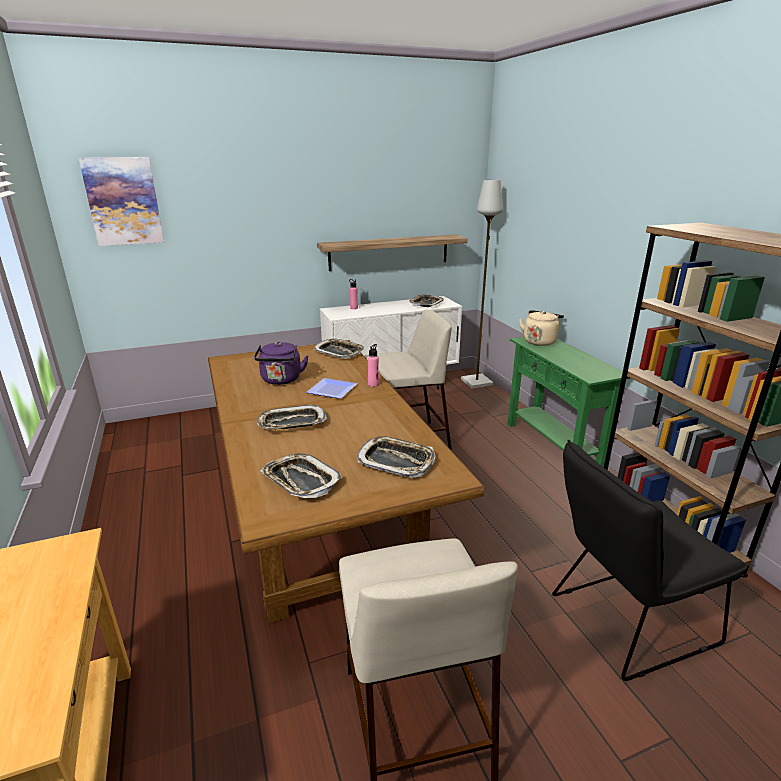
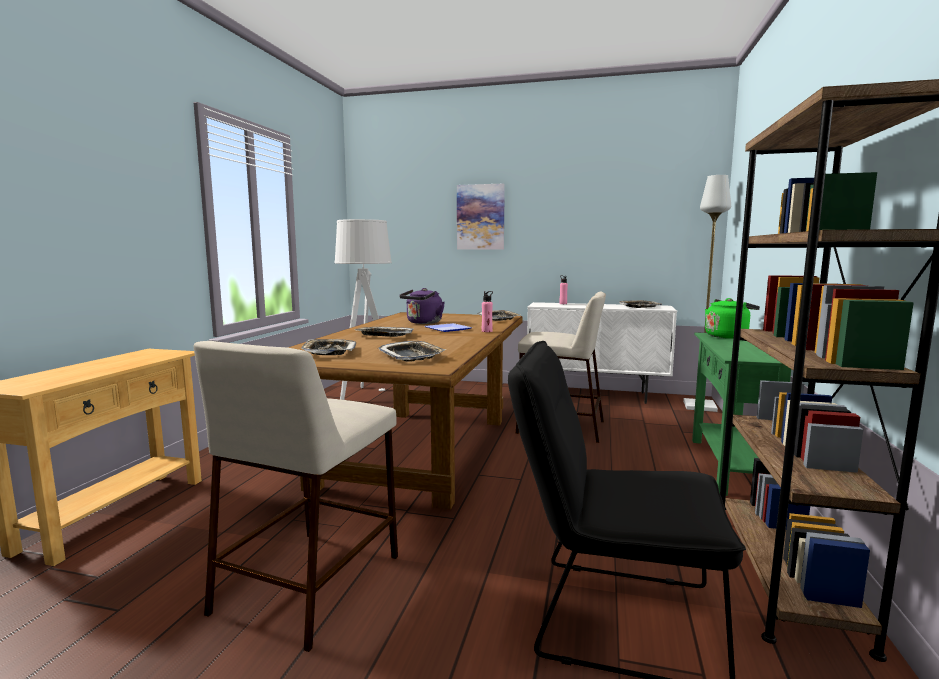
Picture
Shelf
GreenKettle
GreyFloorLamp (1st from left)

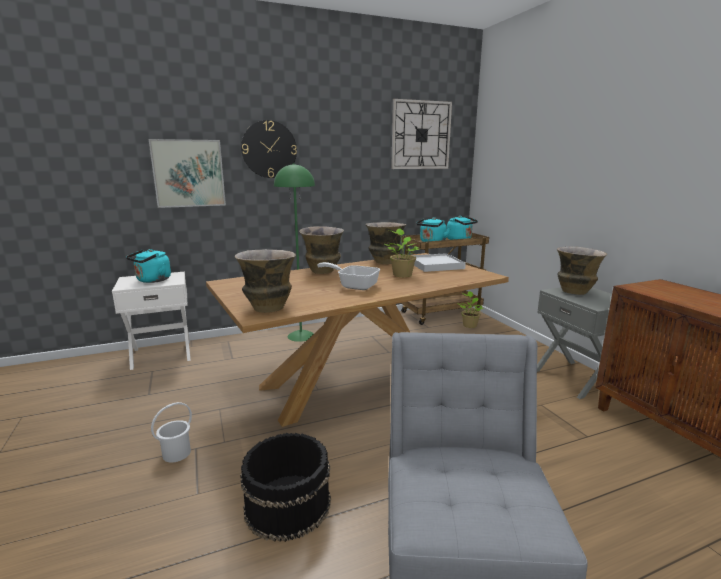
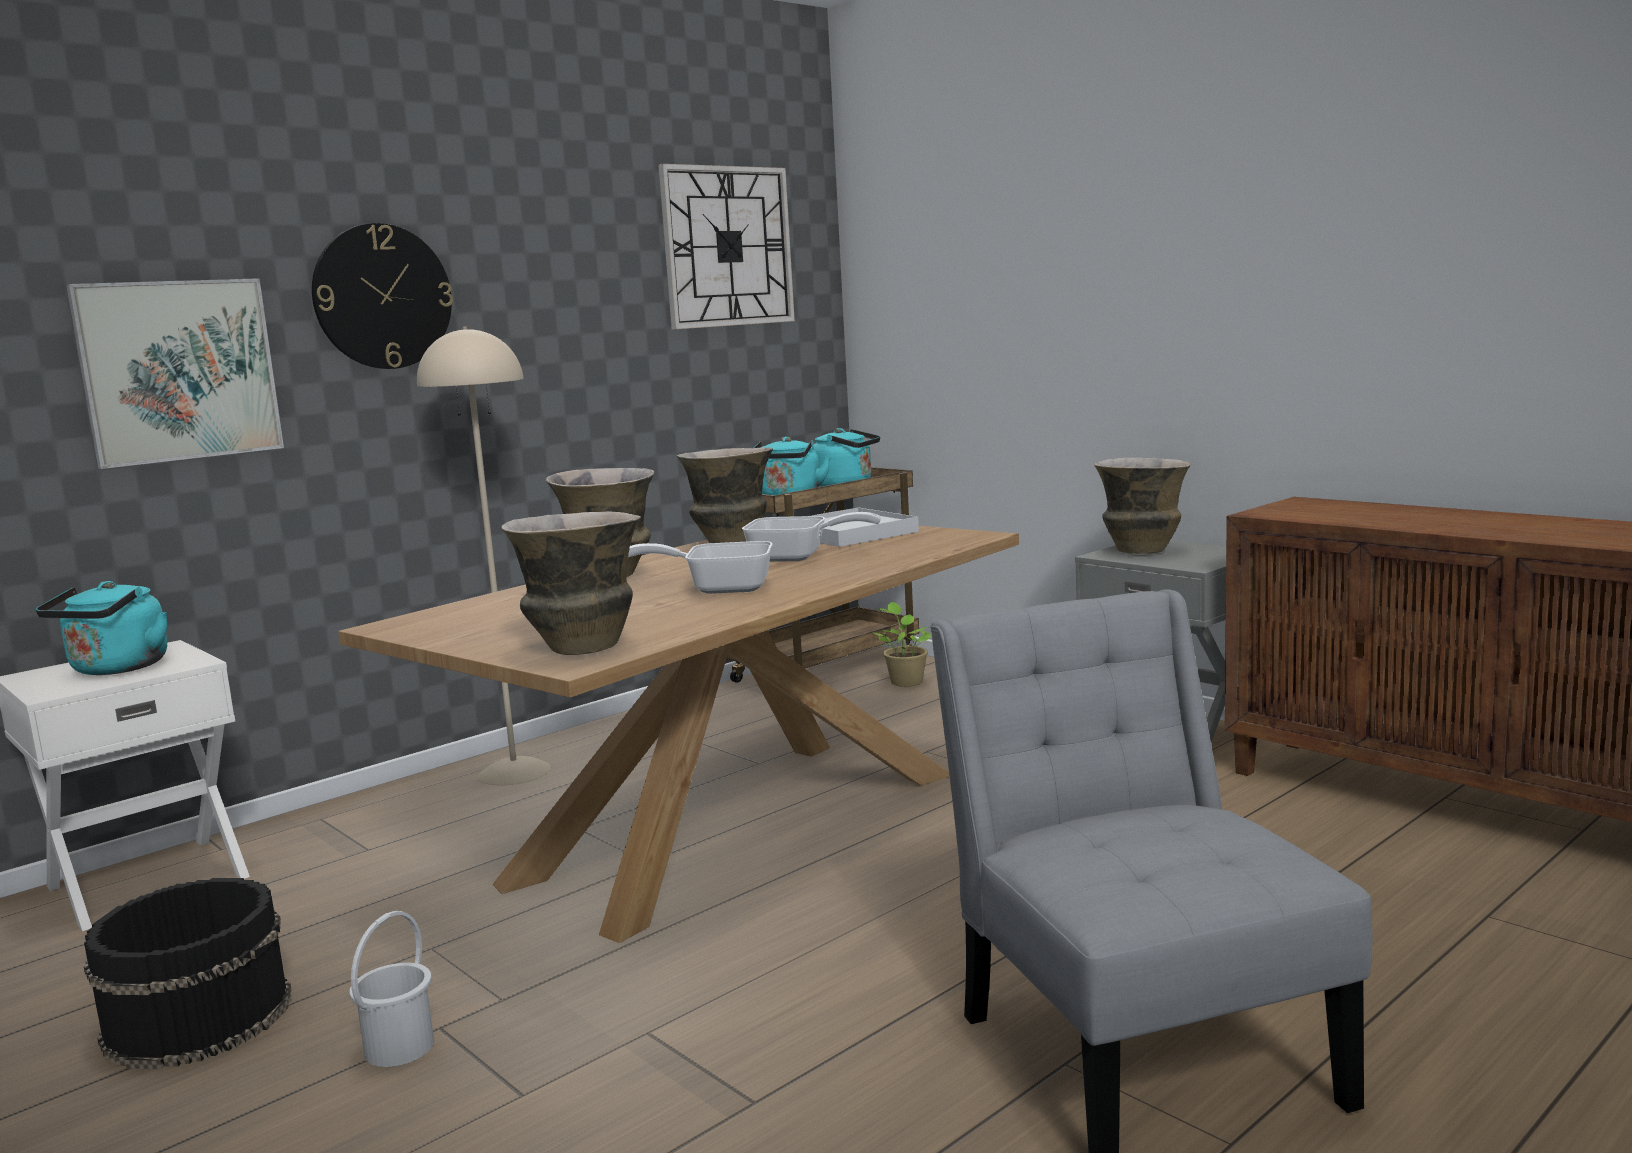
BeigeFloorLamp
FryingPan (2nd from left)
BlackBucket

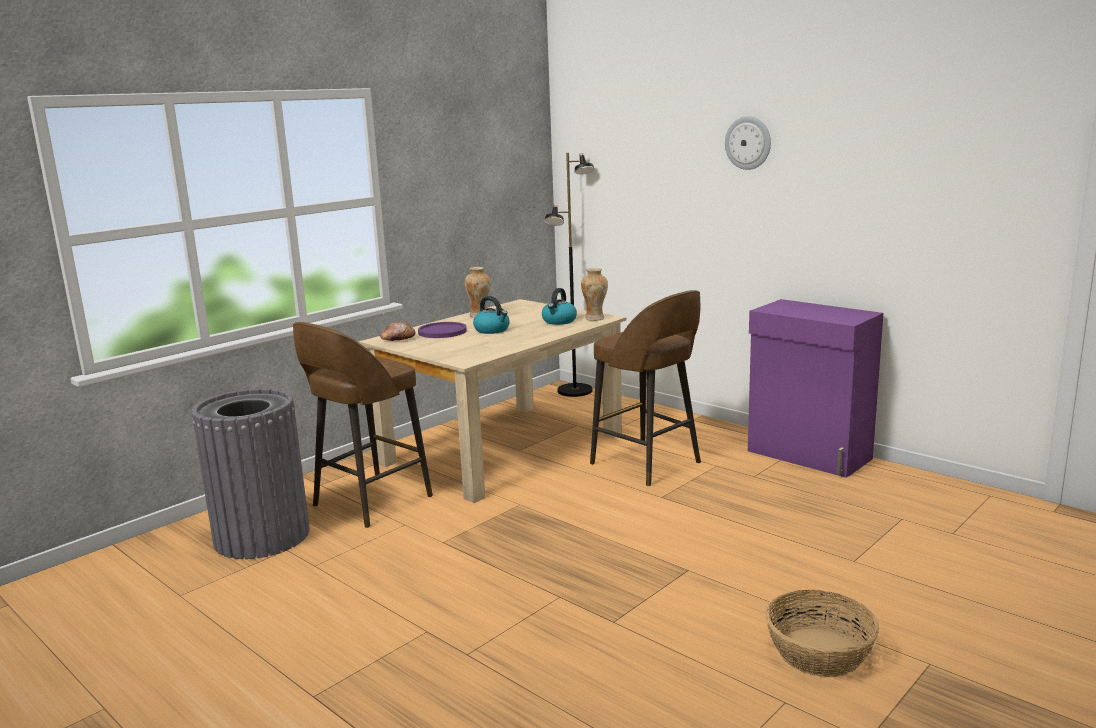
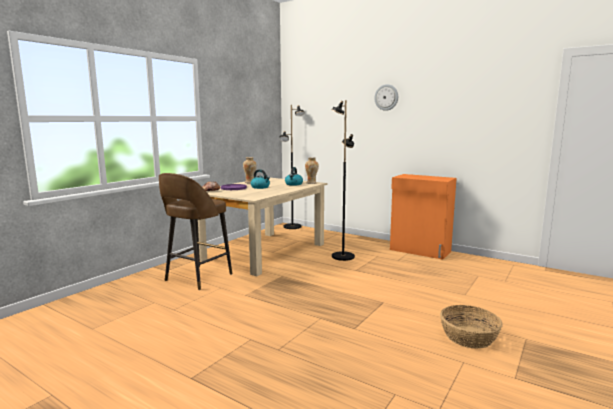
BlackFloorLamp (2nd from left)
OrangeCabinet
GreyTrashCan

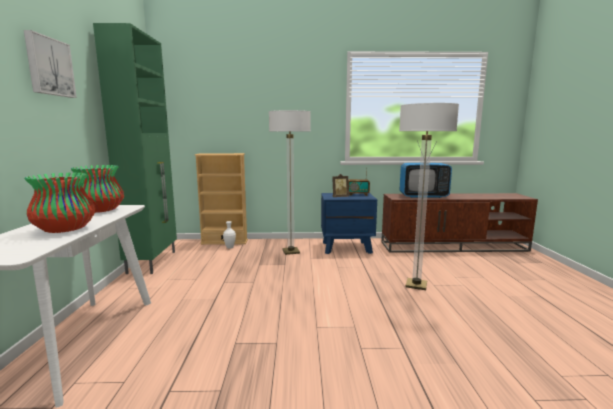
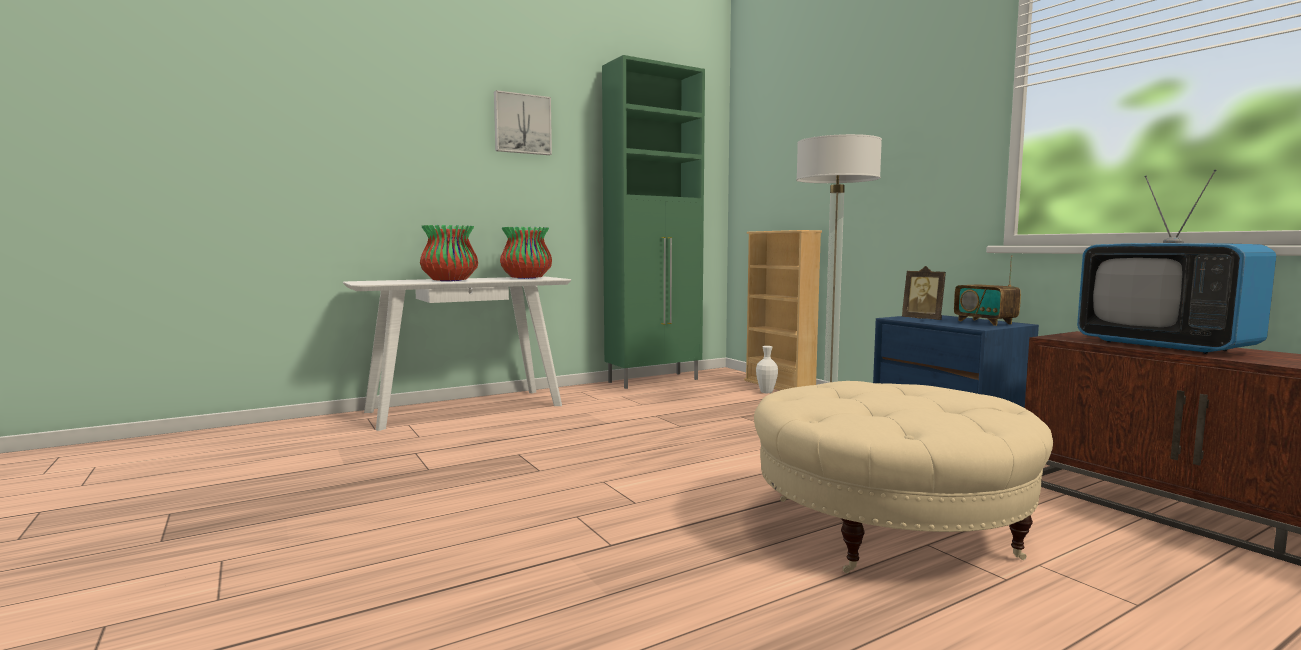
BeigeOttoman

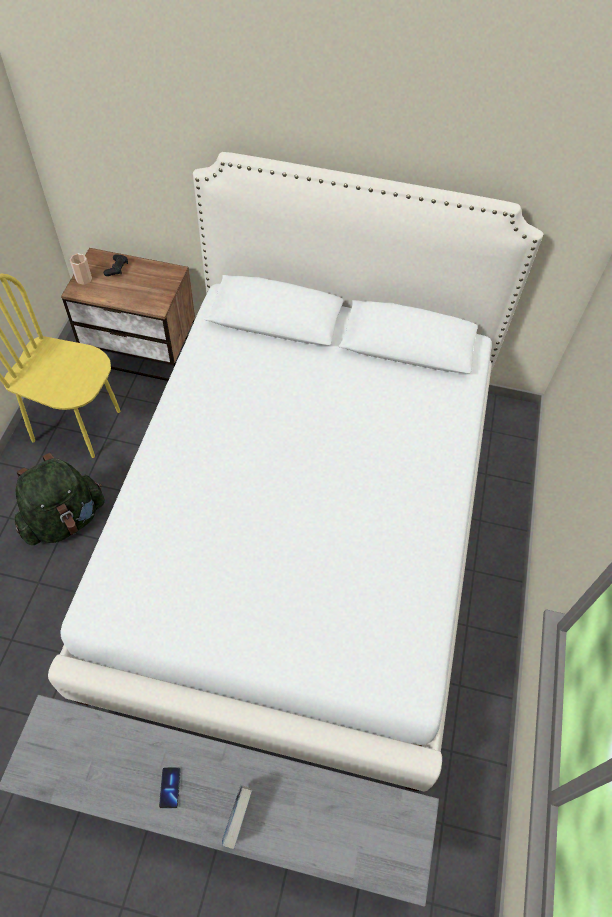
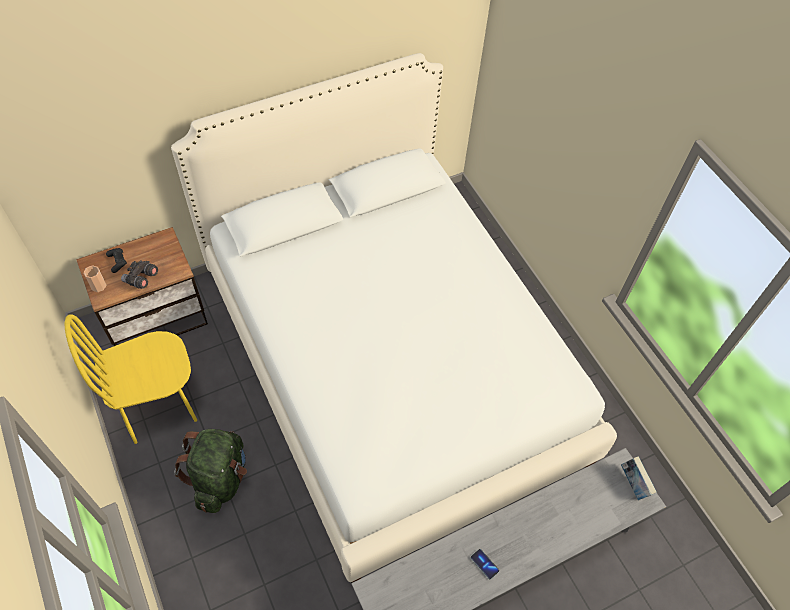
Book
GreyBinoculars

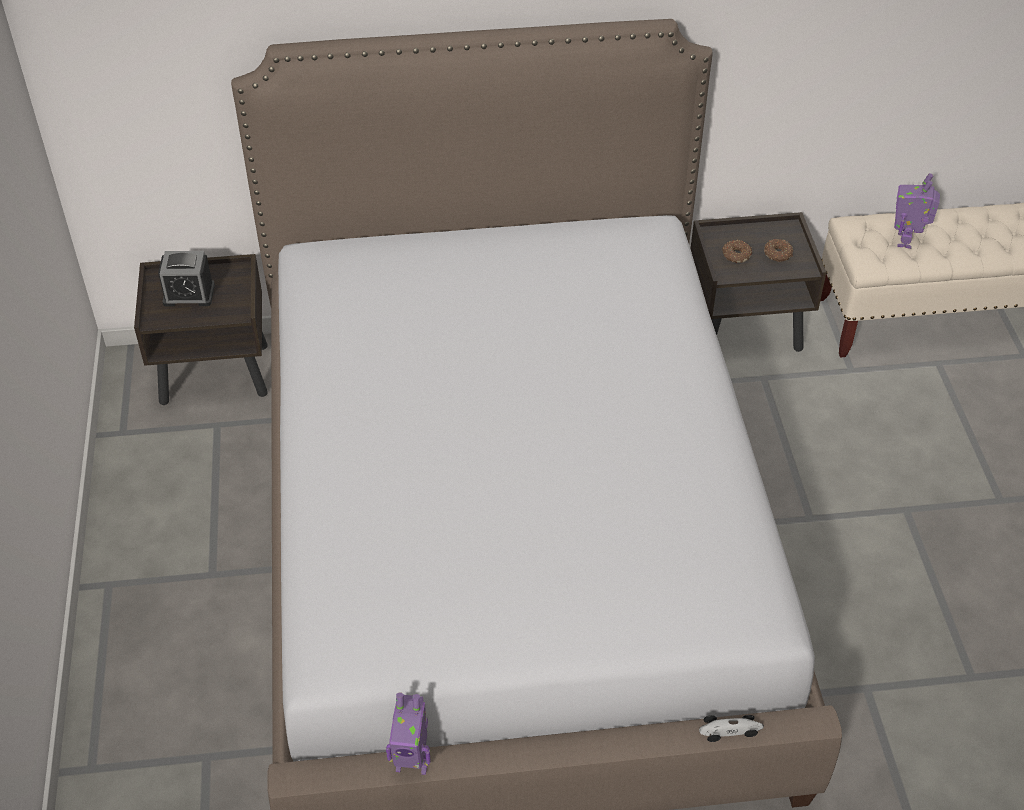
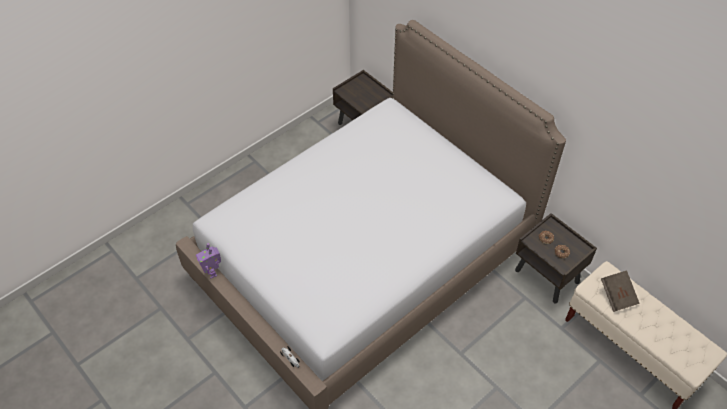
BrownBook
AlarmClock

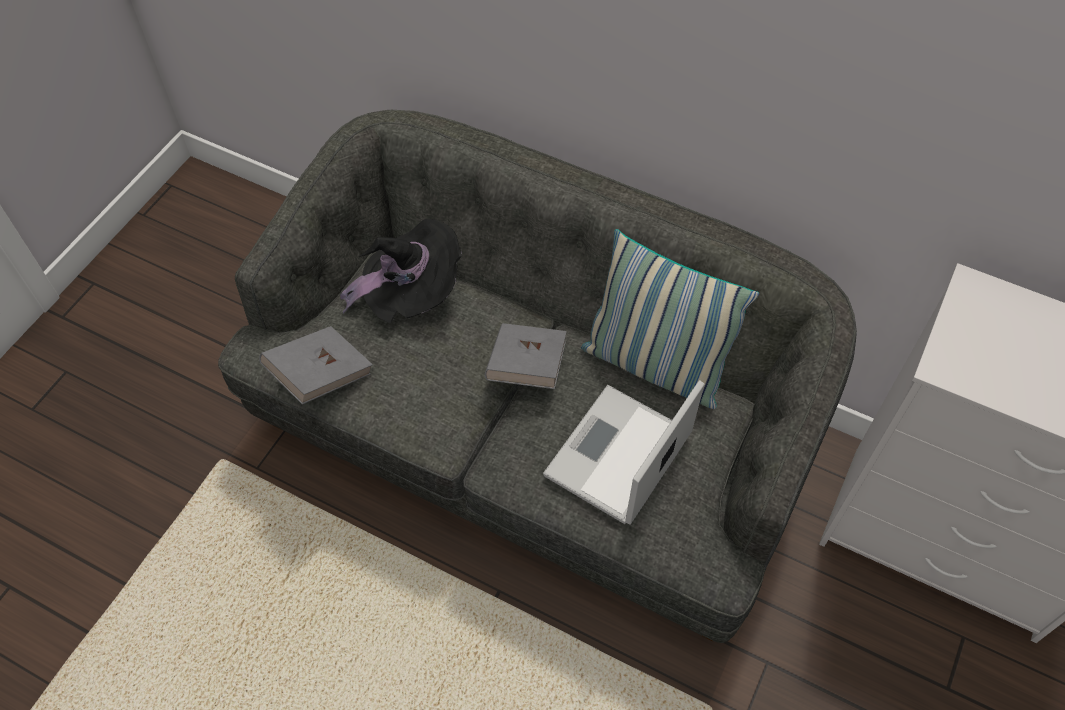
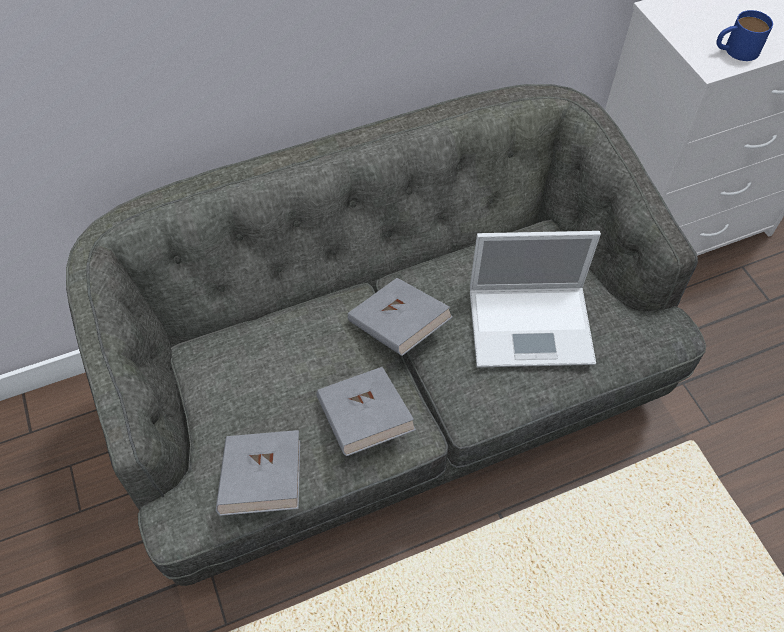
BlackHat
Pillow
Laptop
BlueMug
GreyBook (2nd from left)

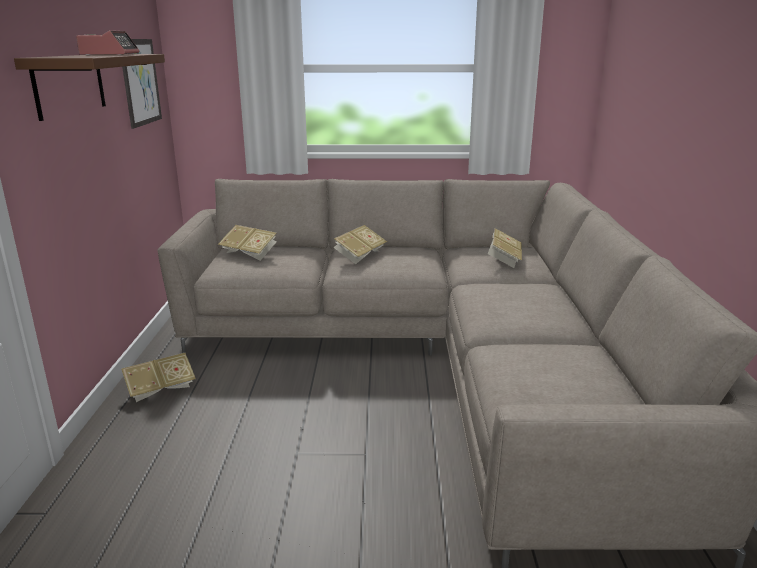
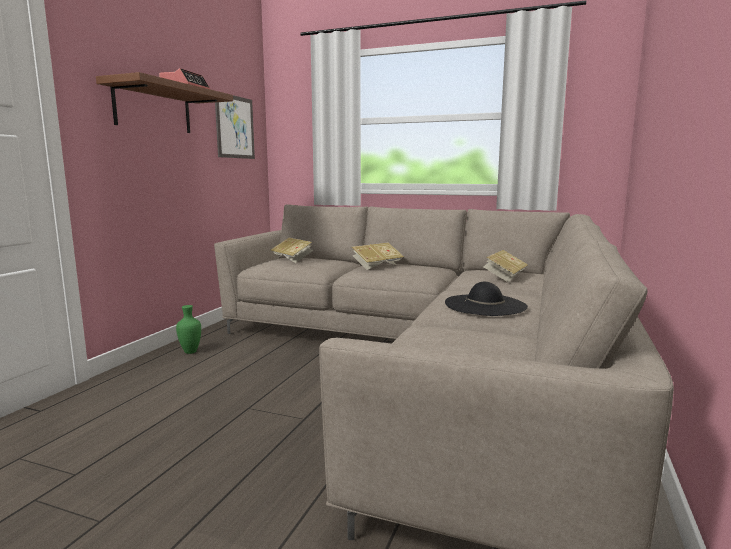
GreenVase
BlackHat

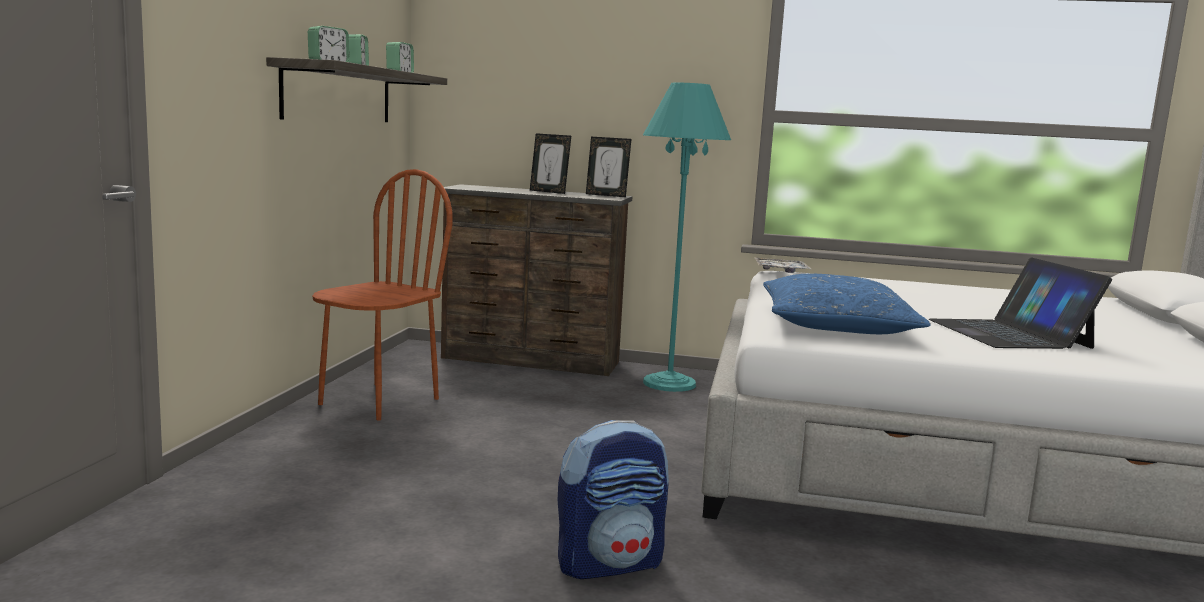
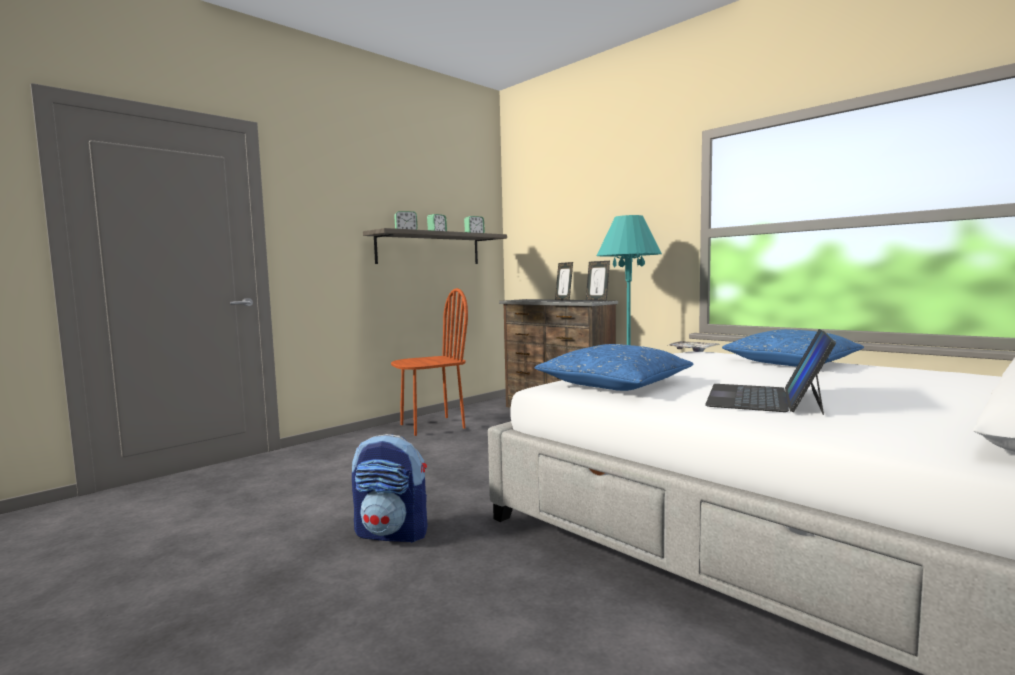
BluePillow (2nd from left)

